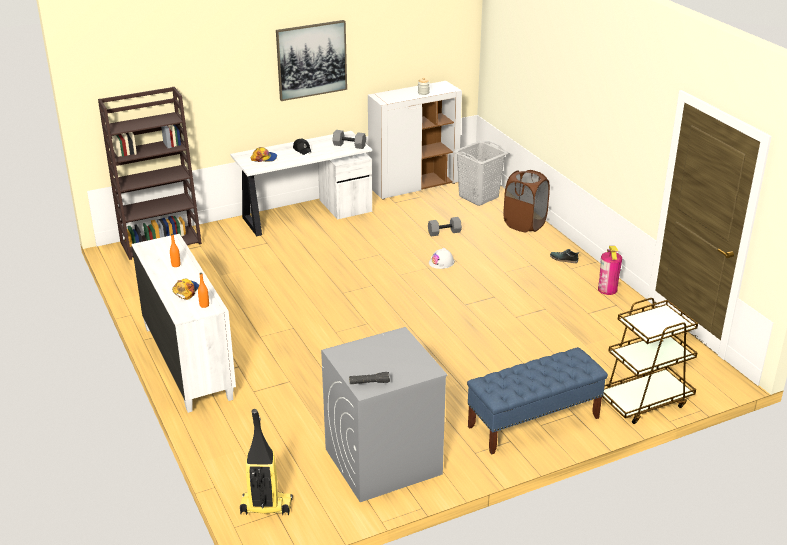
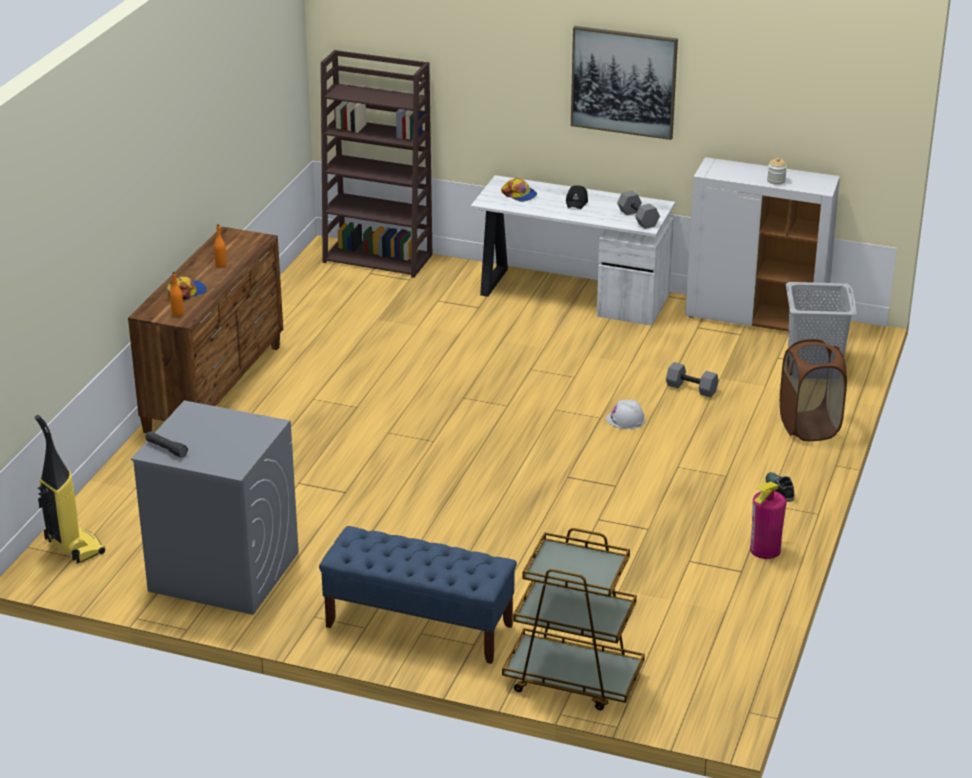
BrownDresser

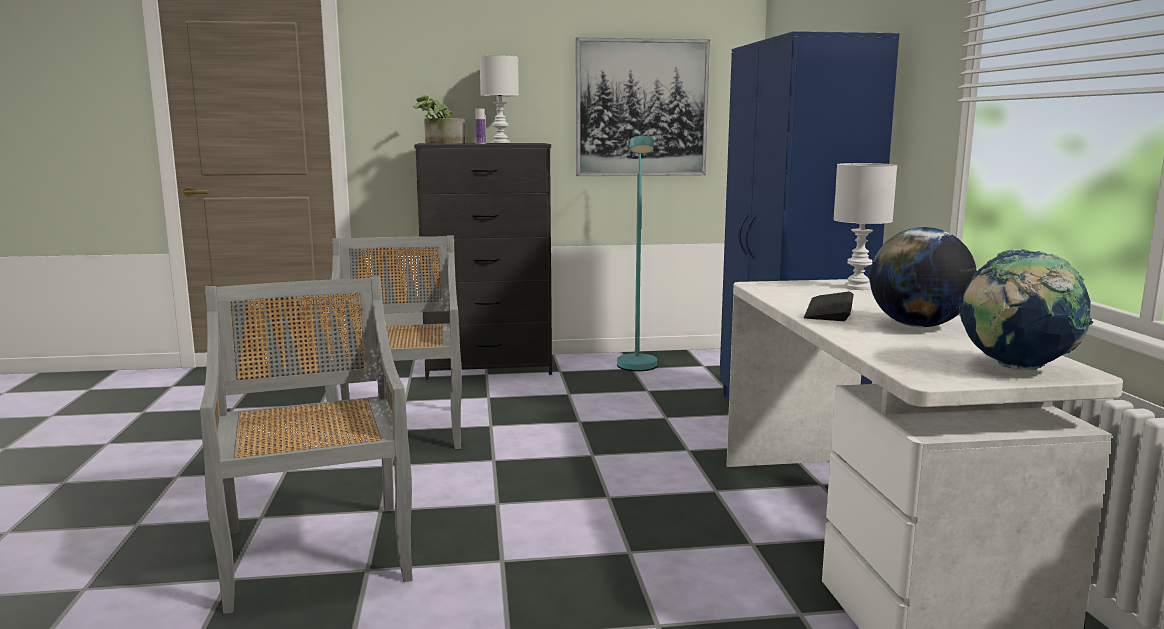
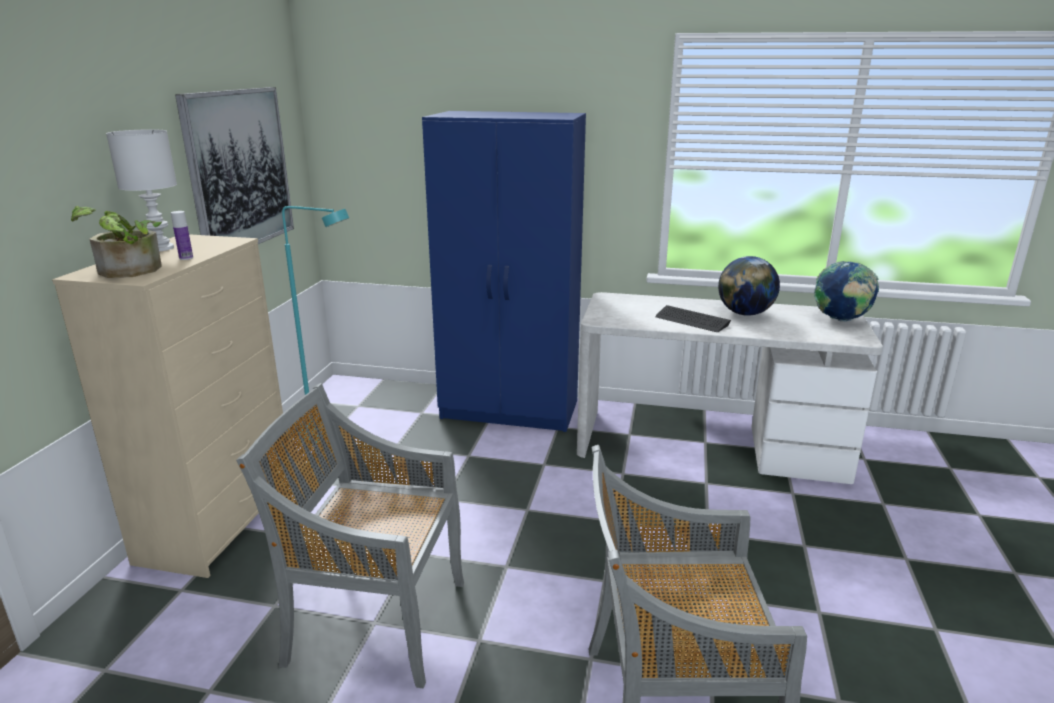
BeigeDresser
WhiteTableLamp (2nd from left in the first image)

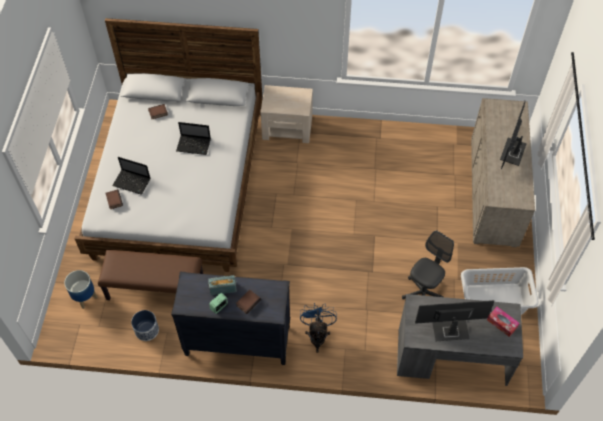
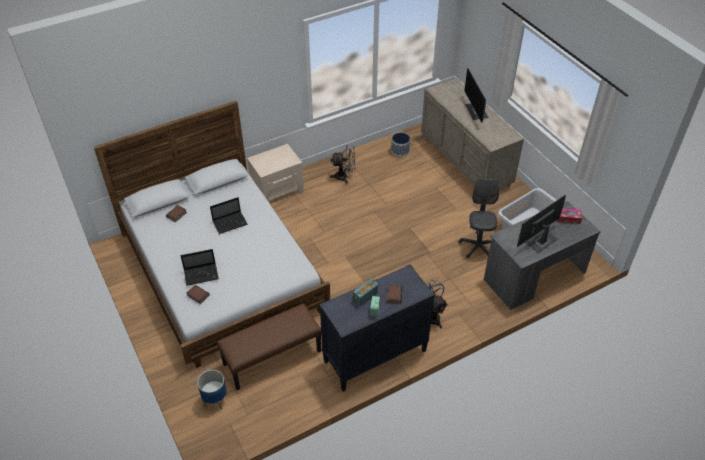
Planter (2nd from left)
GreyFan

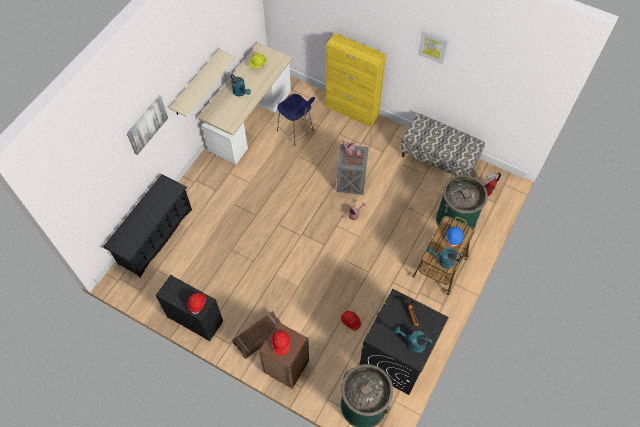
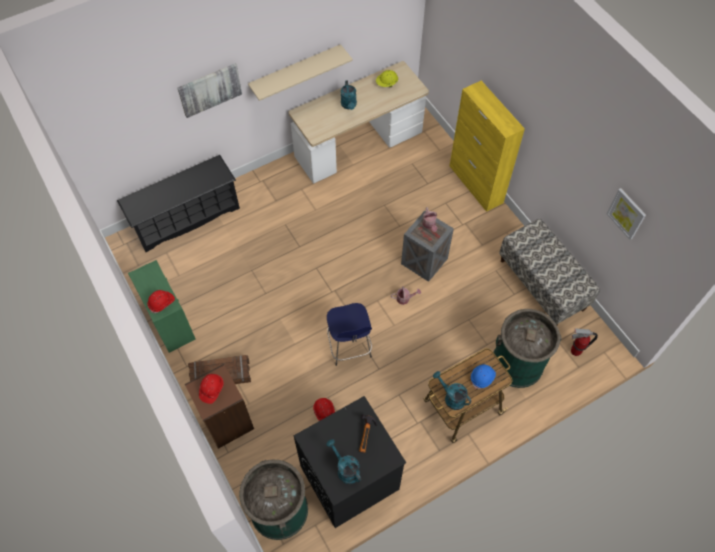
Picture (2nd from left)
BlueStool
GreenDresser

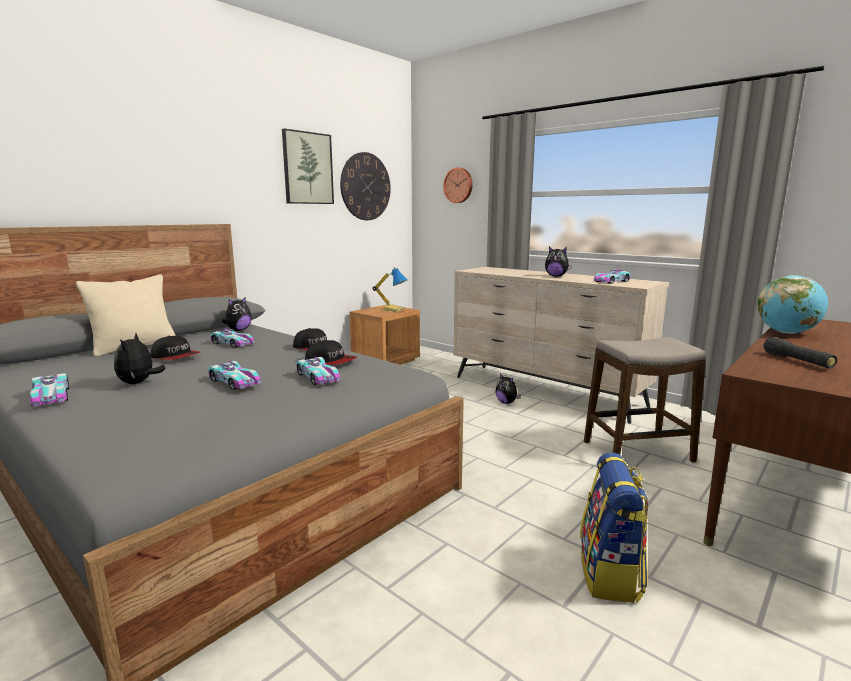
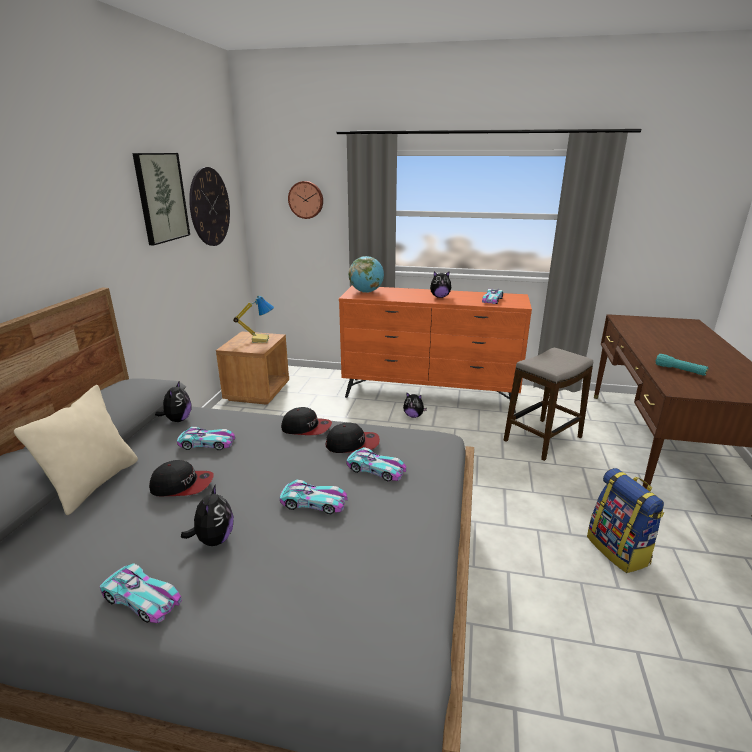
OrangeDresser
Globe
PlushToy (2nd from left)
TurquoiseFlashlight

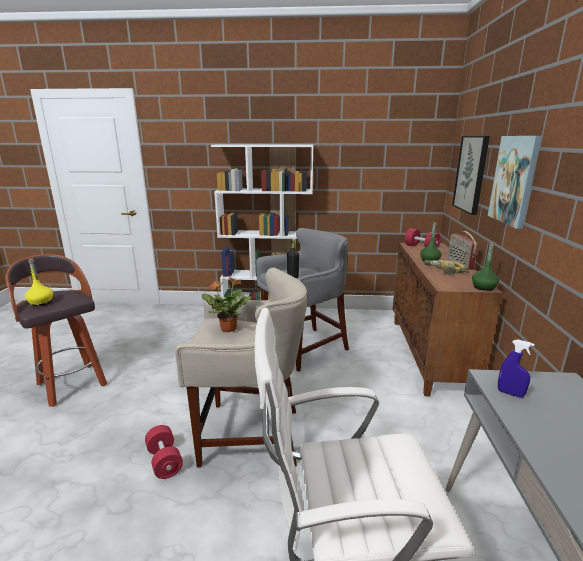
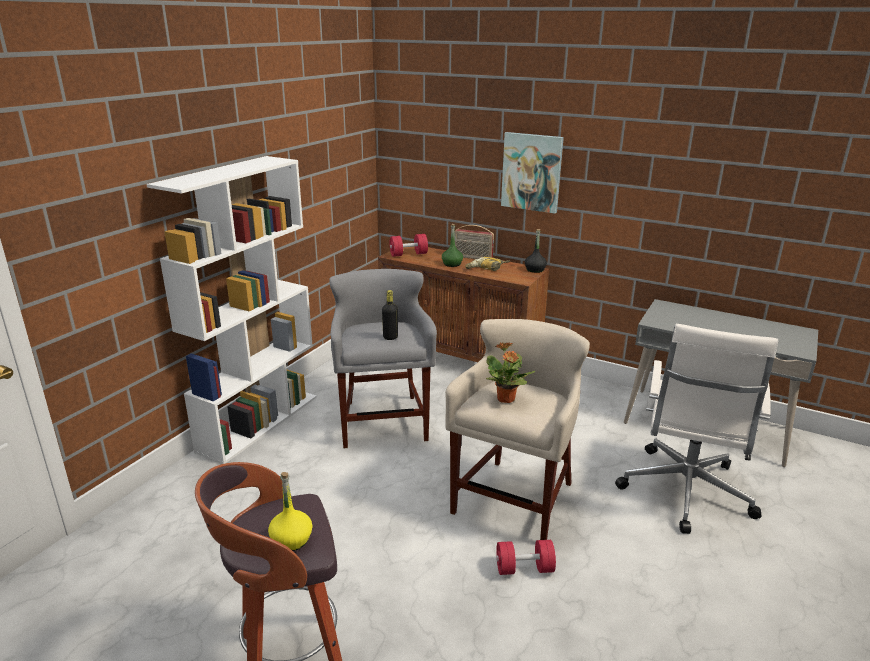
Picture (1st from left in the first image)
BlackBottle (2nd from left)
BlueSprayBottle

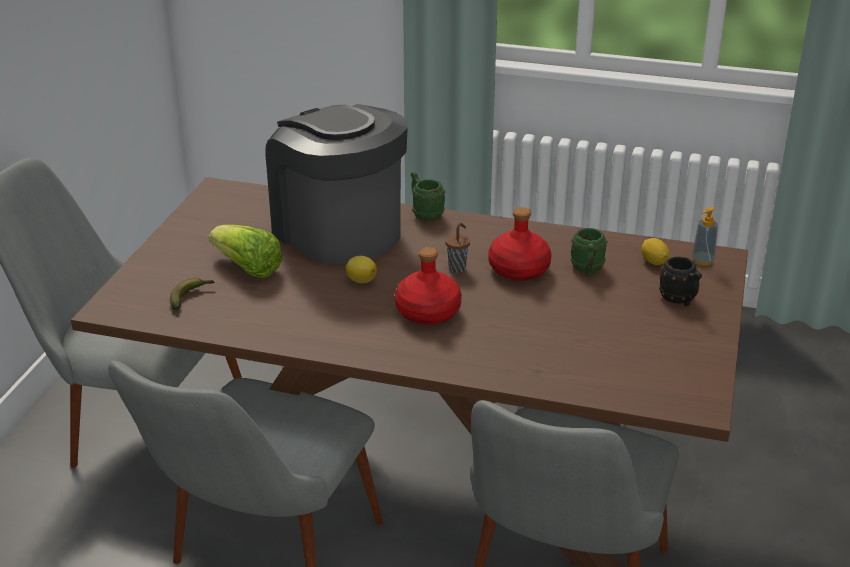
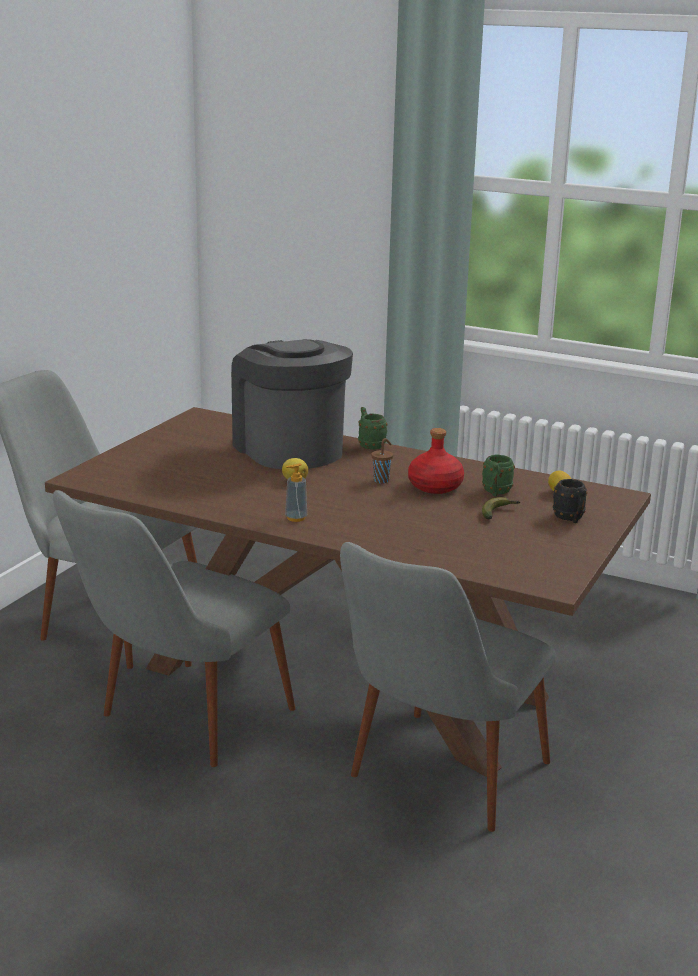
SoapDispenser
Lettuce
RedBottle (1st from left in the first image)
Banana

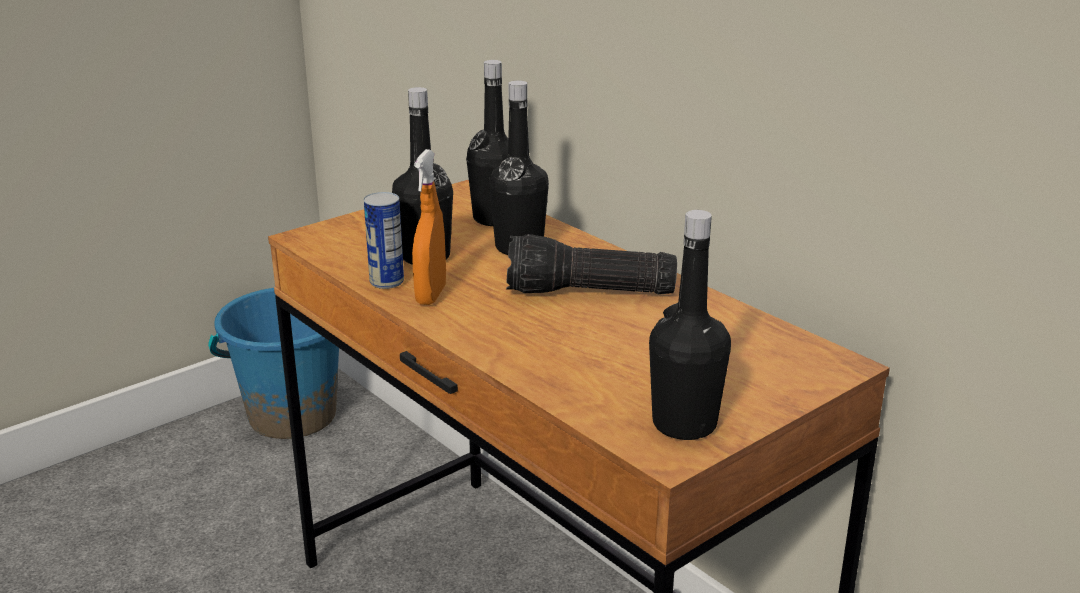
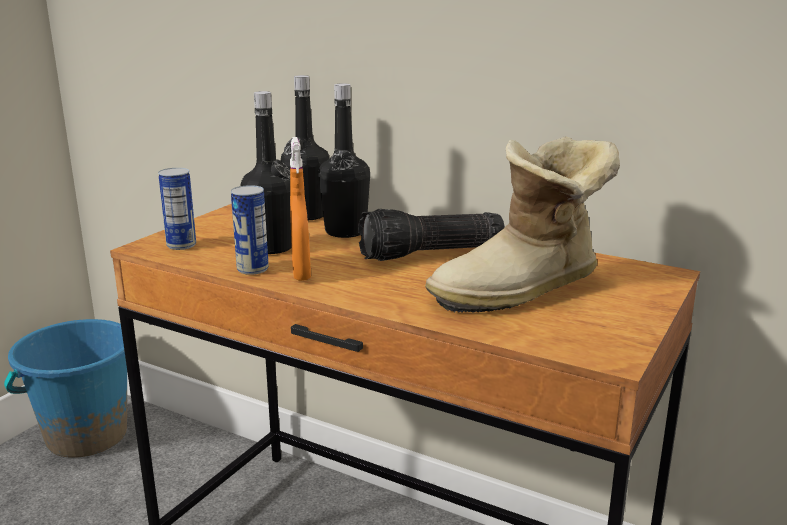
BlackBottle (4th from left in the first image)
Boot
Can (1st from left)

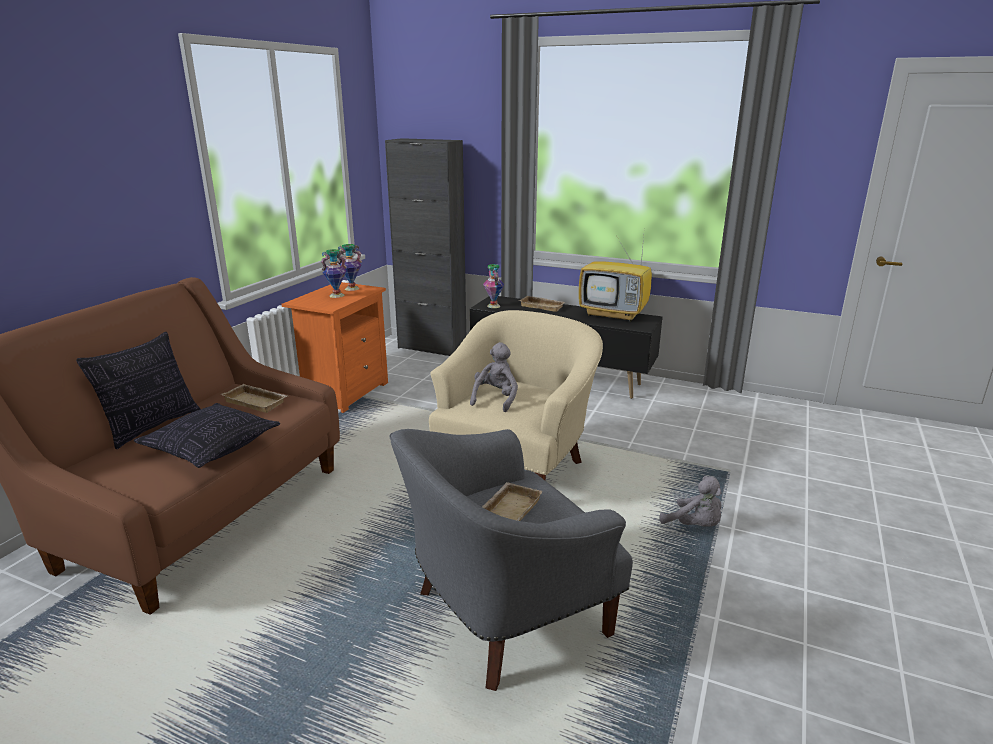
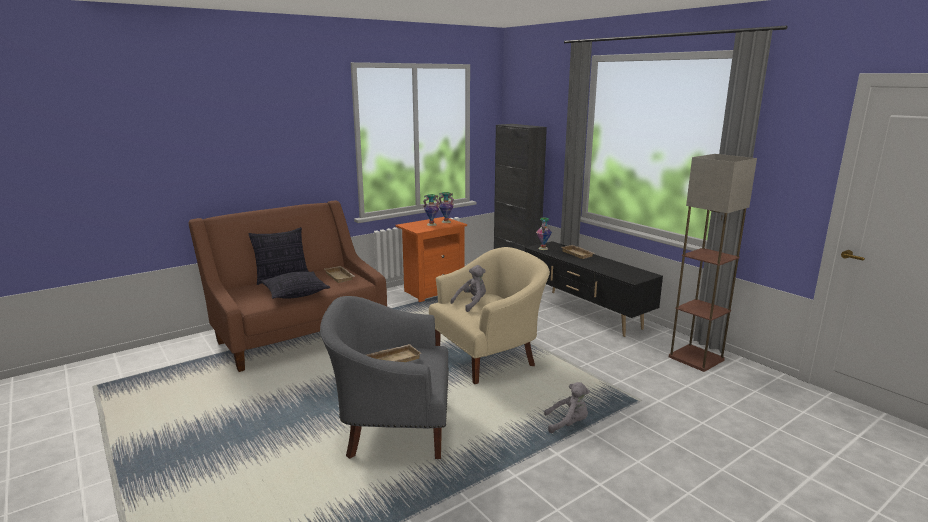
Television
GreyPlushToy (2nd from left)
FloorLamp

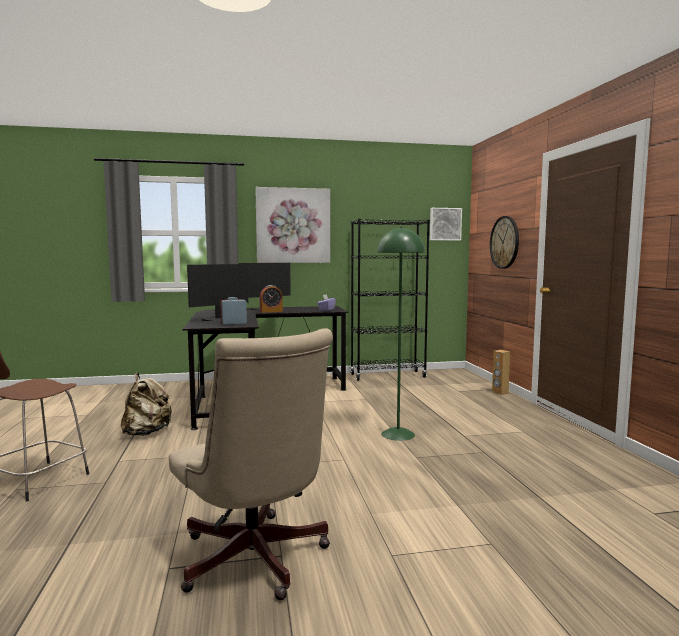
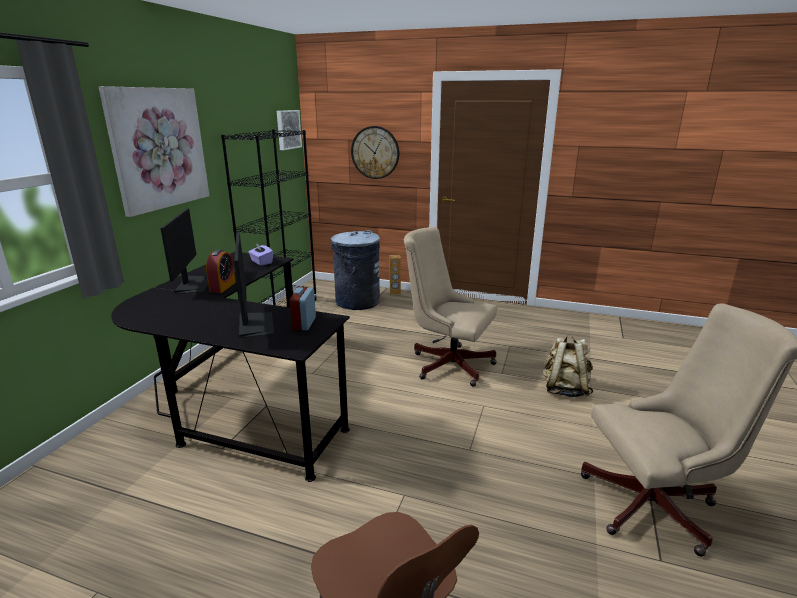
BeigeOfficeChair (1st from left)
BeigeBackpack
GreyTrashCan

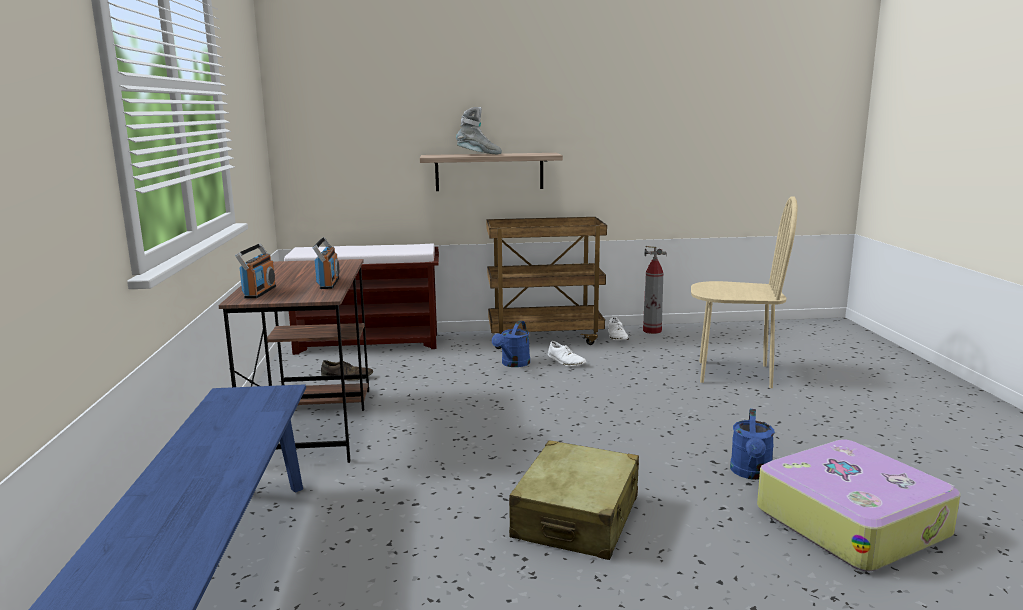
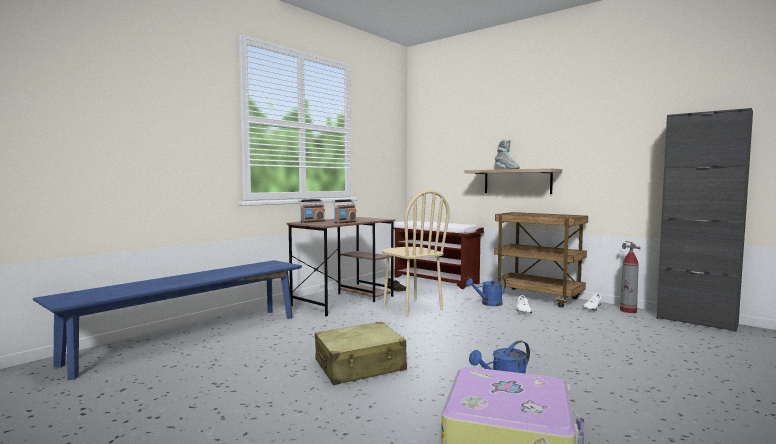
BeigeChair
BlackCabinet

